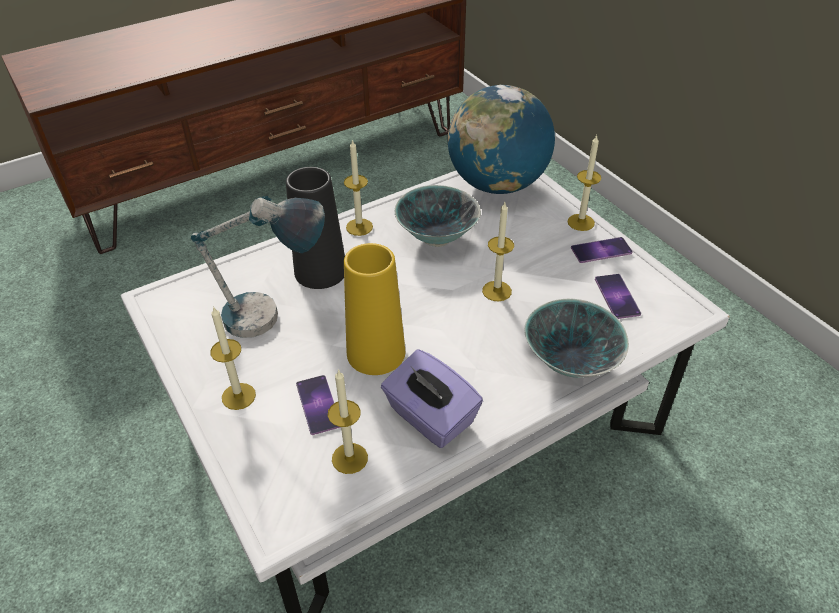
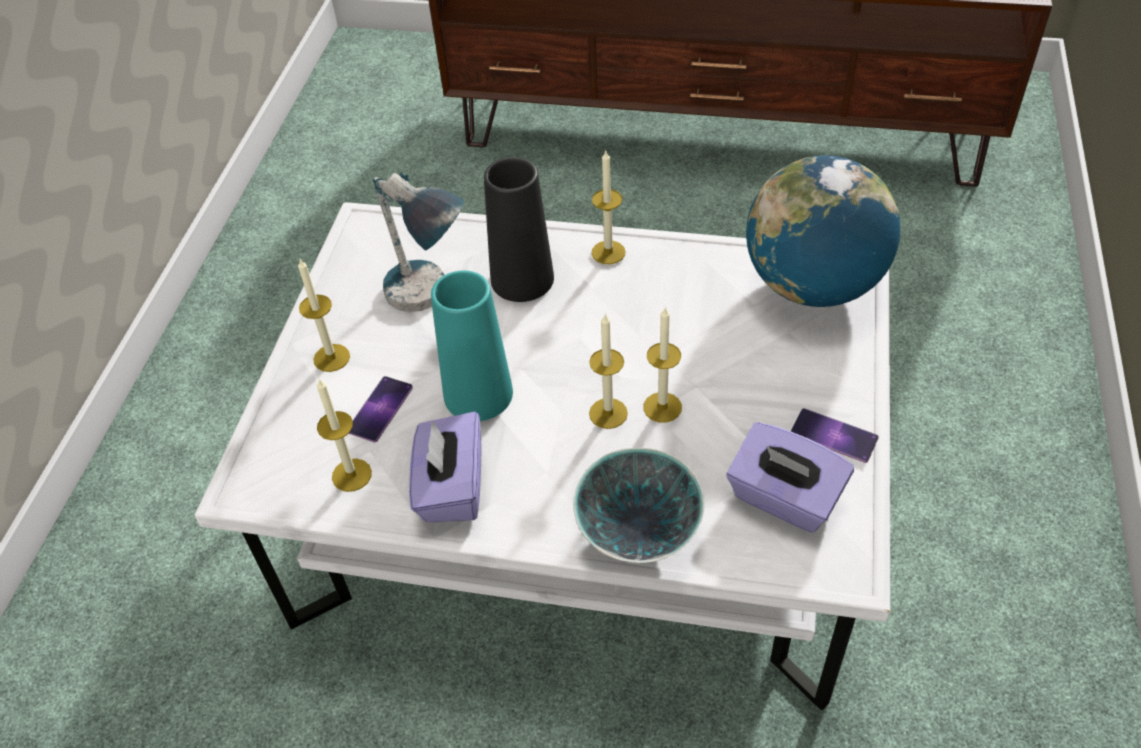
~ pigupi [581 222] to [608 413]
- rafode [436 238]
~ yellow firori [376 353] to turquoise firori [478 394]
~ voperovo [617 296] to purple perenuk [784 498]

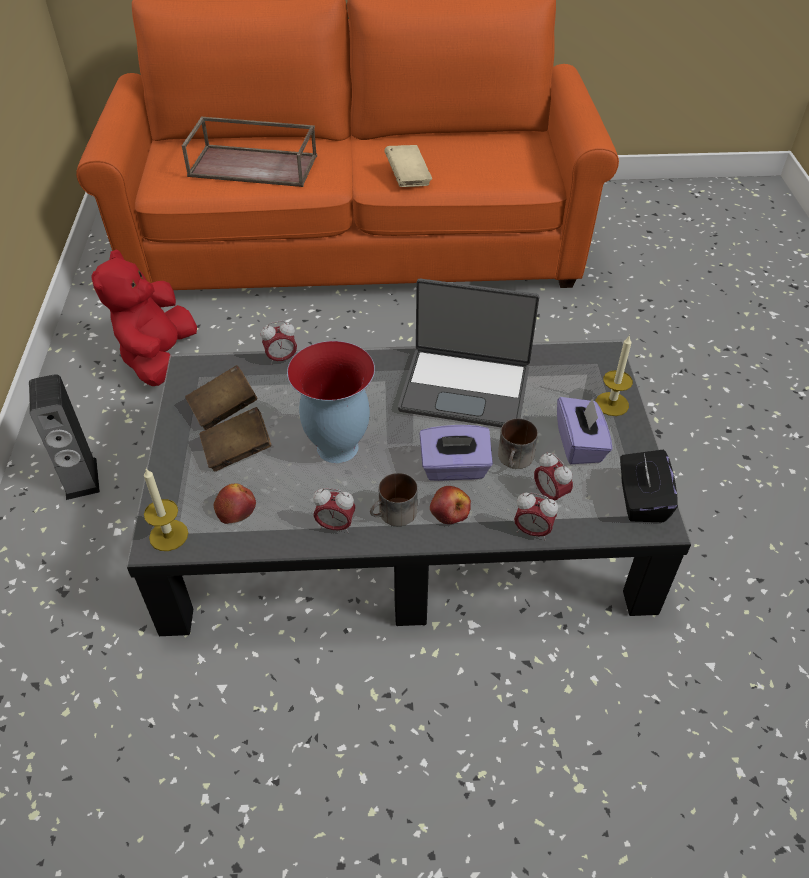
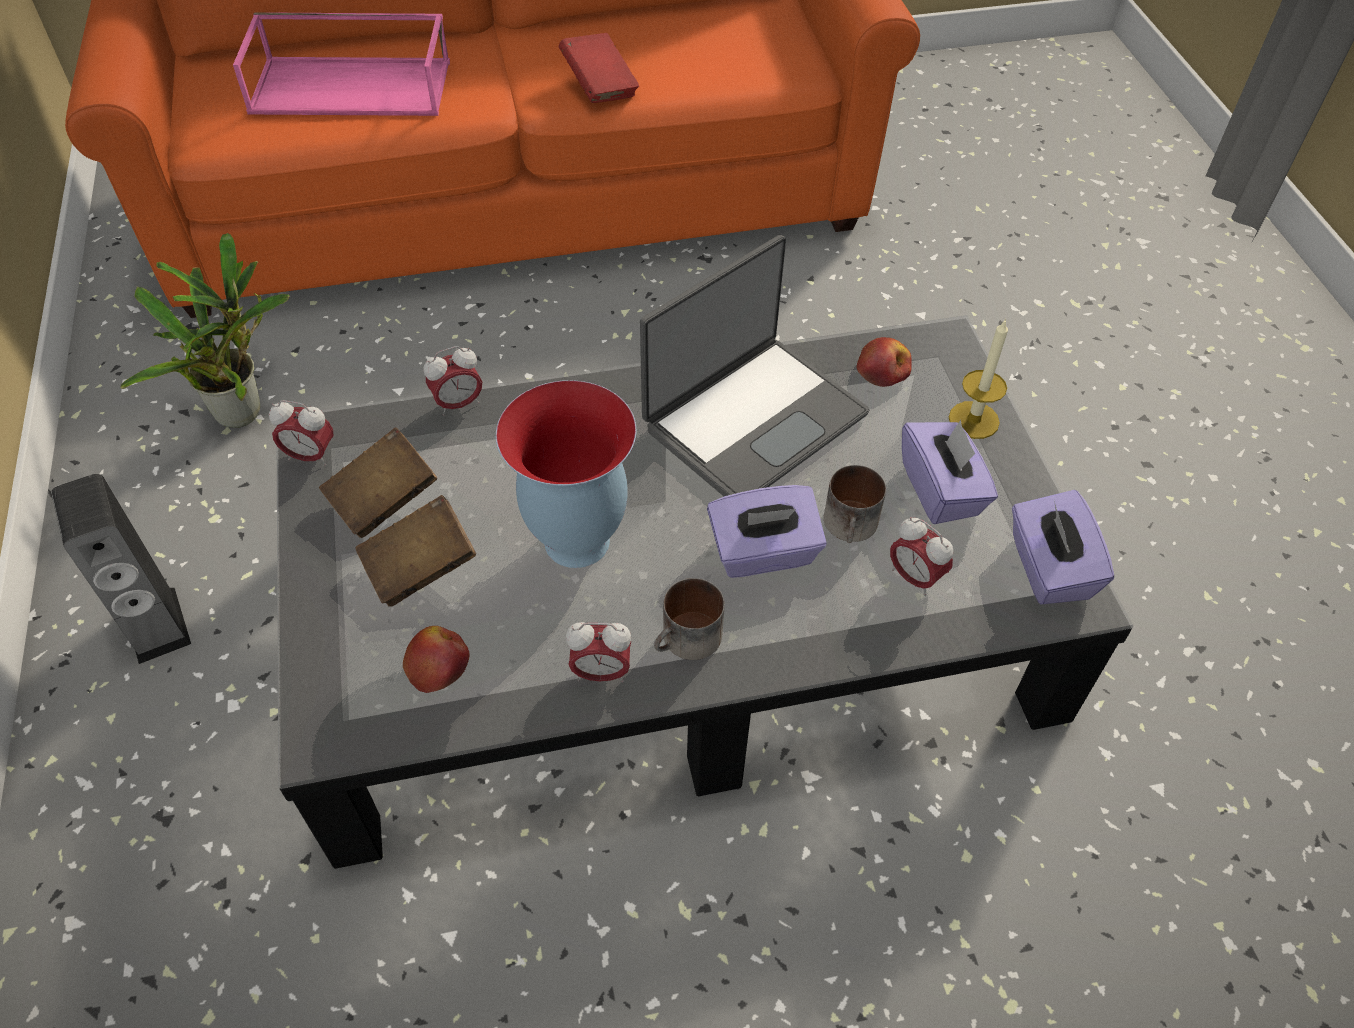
~ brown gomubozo [255 165] to pink gomubozo [353 86]
~ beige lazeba [408 178] to red lazeba [599 86]
~ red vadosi [159 358] to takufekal [244 409]
~ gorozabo [465 388] = [752 419] 45 degrees counterclockwise
~ black perenuk [641 500] to purple perenuk [1048 569]
- pigupi [168 535]
~ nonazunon [450 511] to [883 371]
~ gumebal [532 531] to [310 456]

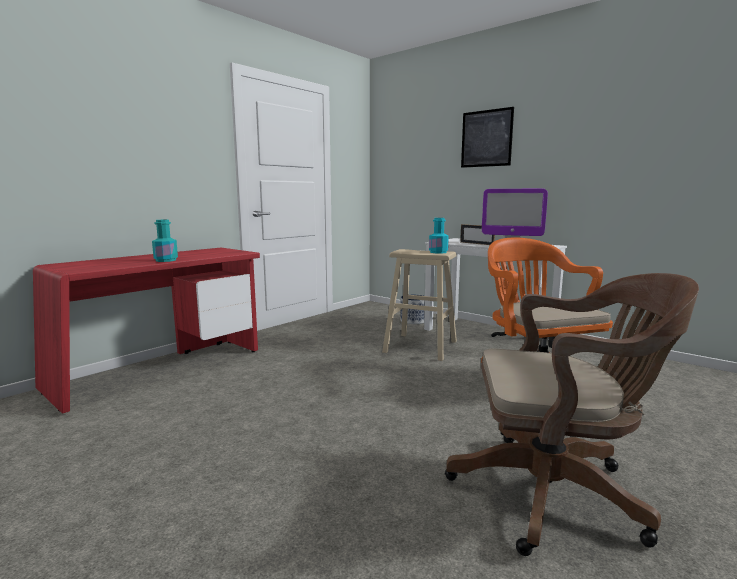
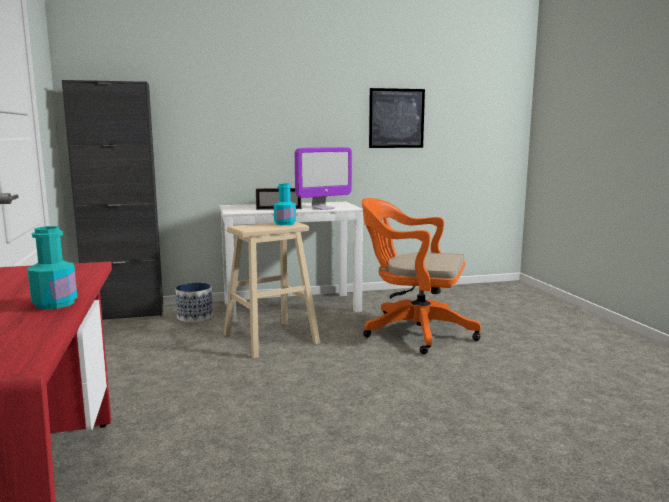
~ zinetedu [486 138] to [396 118]
- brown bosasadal [556 493]
+ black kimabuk [125 314]

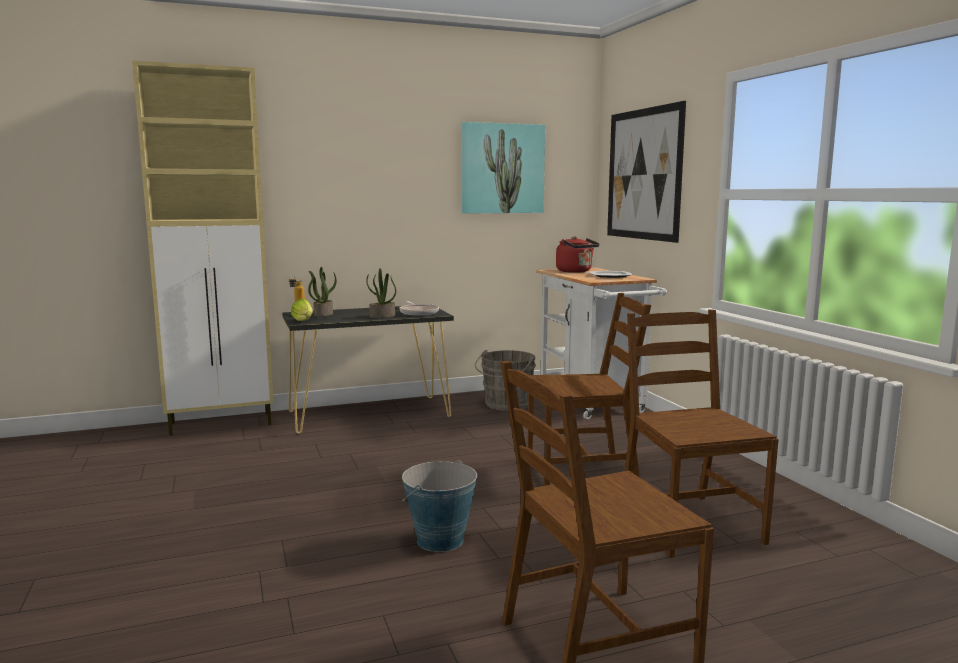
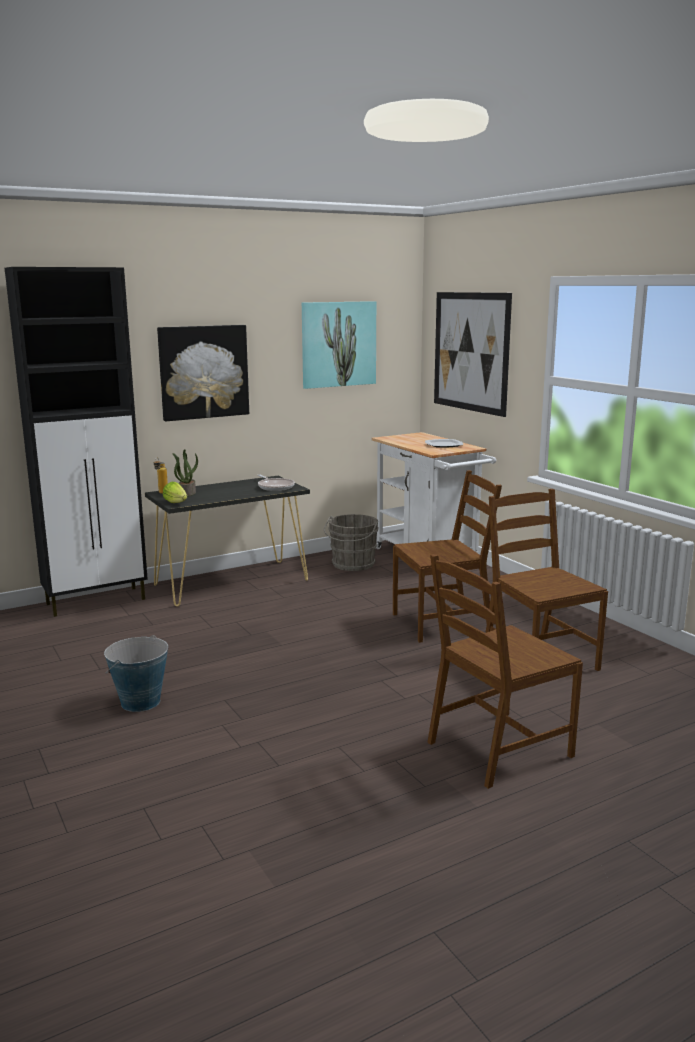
~ beige kimabuk [222 424] to black kimabuk [97 601]
- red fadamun [575 271]
- takufekal [382 316]
~ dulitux [440 540] to [140 702]
+ zinetedu [203 372]

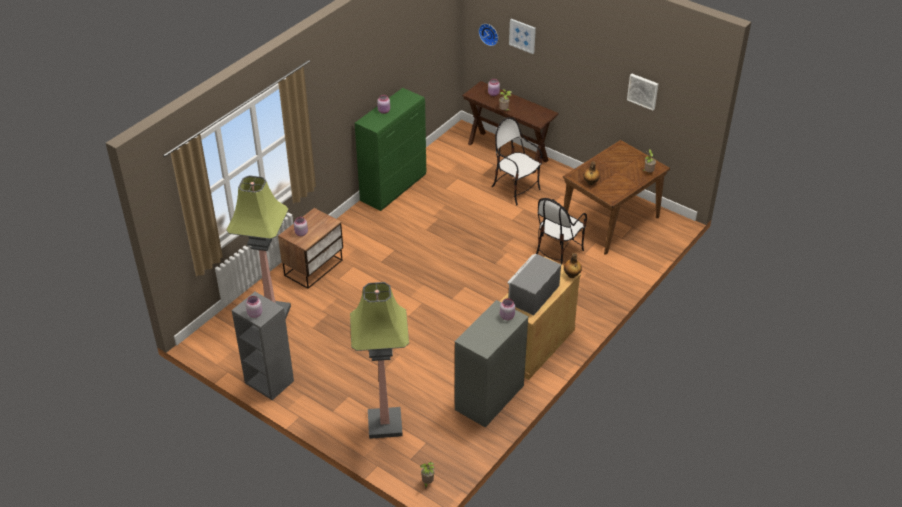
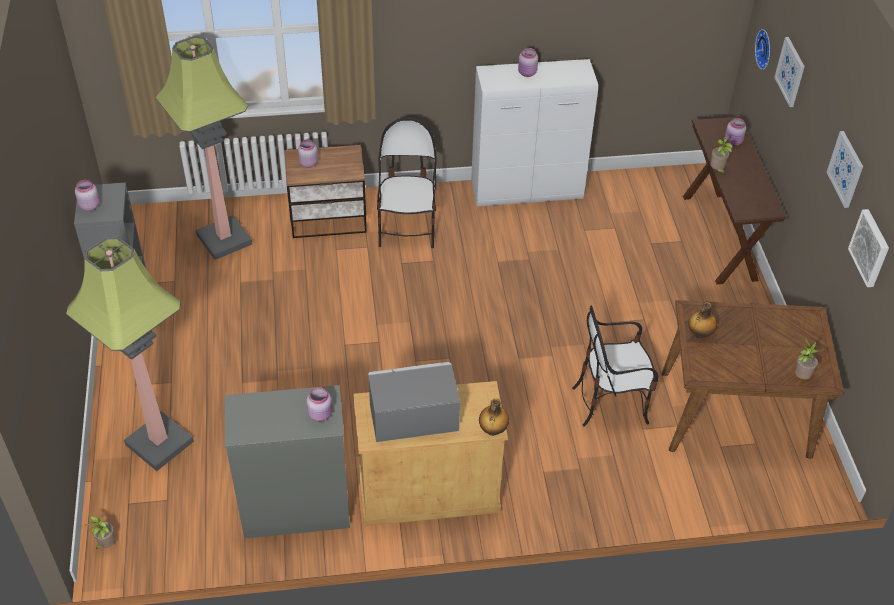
~ green kimabuk [394 188] to white kimabuk [527 191]
~ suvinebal [515 189] to [407 228]
+ zinetedu [846 169]

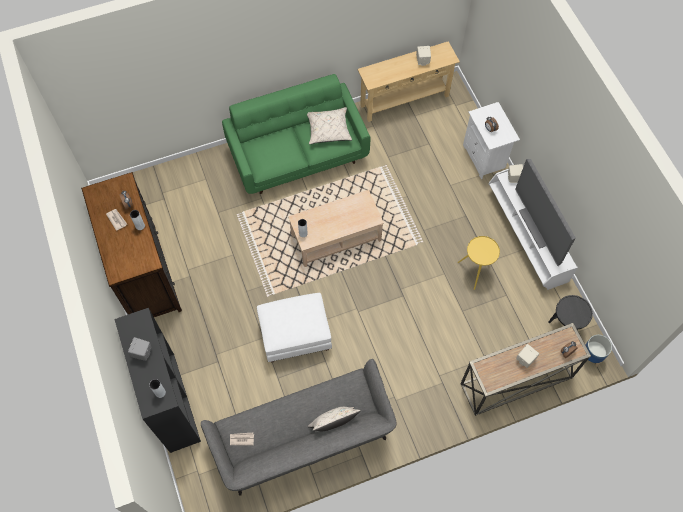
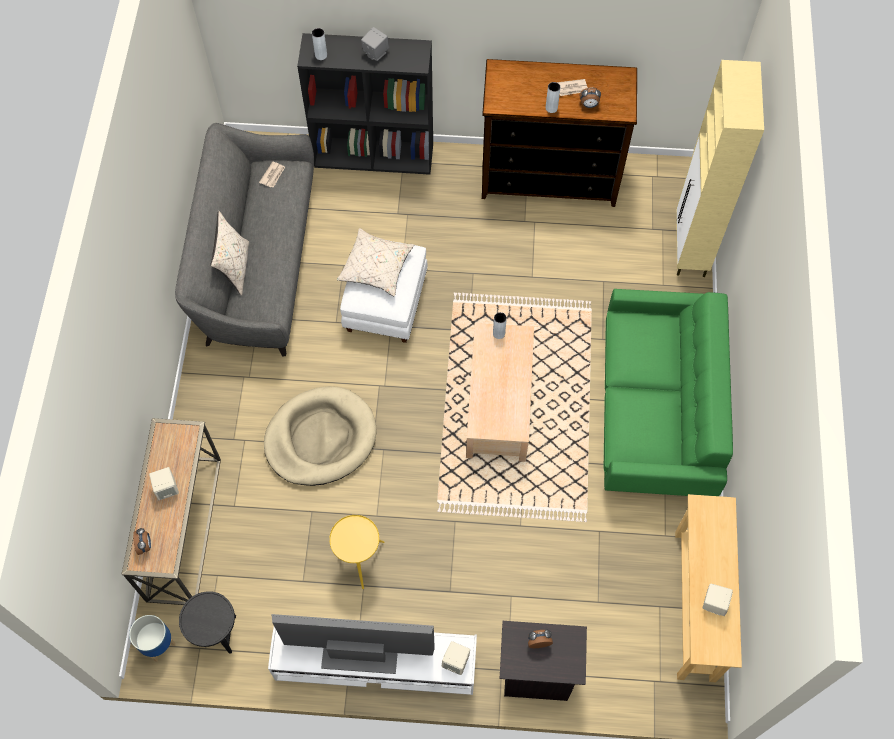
~ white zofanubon [485 157] to black zofanubon [536 674]
~ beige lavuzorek [328 129] to [376 267]
+ beige kimabuk [690 248]
+ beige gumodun [320 438]

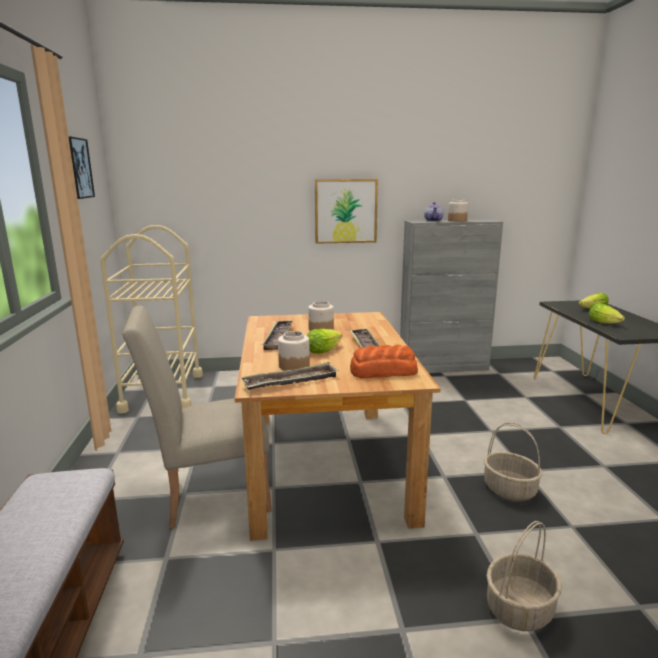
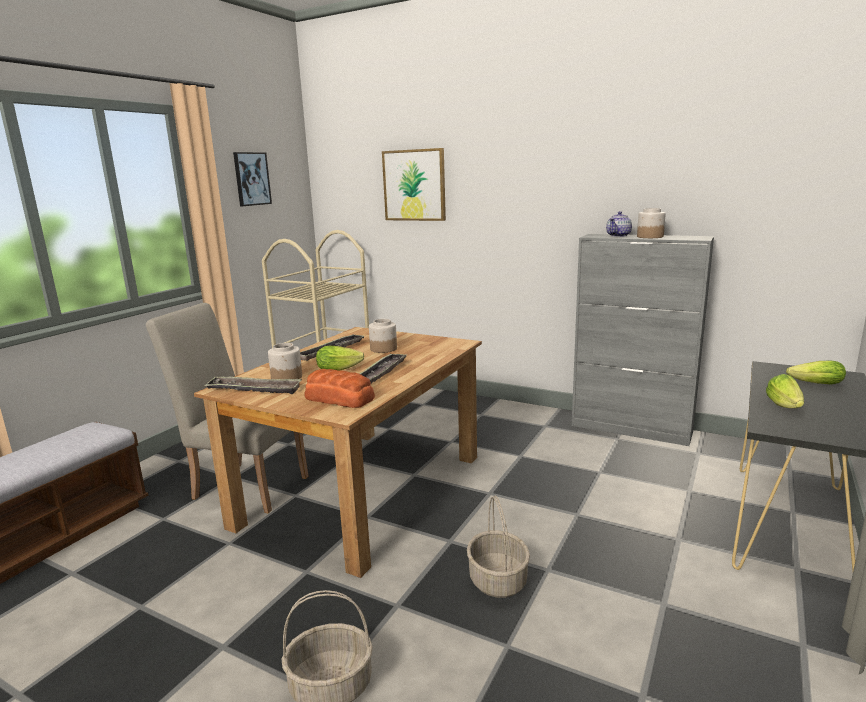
~ zinetedu [345 211] to [414 185]

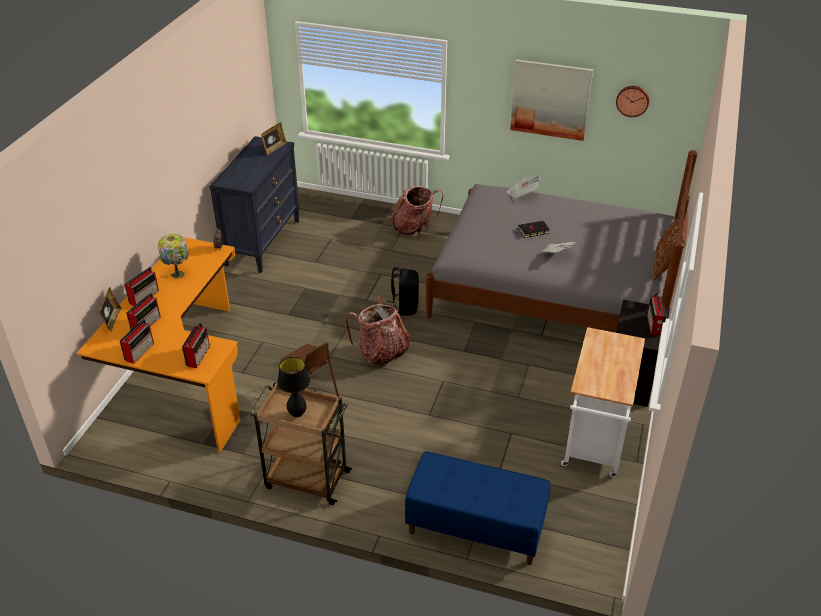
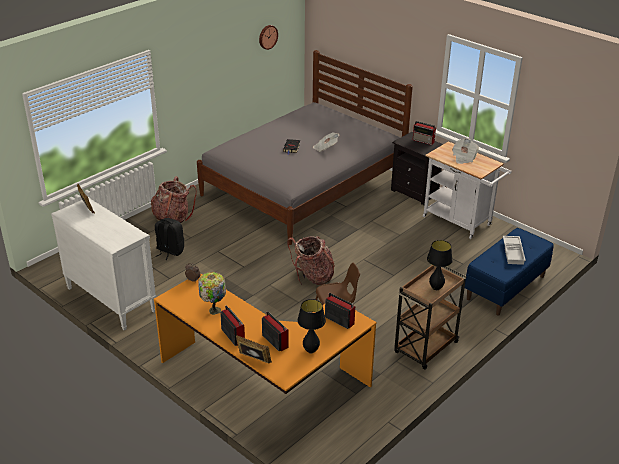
- zinetedu [550 99]
~ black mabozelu [262 242] to white mabozelu [110 300]
~ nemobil [522 193] to [463 158]
- brown lavuzorek [666 265]
~ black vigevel [404 307] to [169 251]
~ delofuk [140 351] to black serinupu [311 351]
+ white gomubozo [513 252]

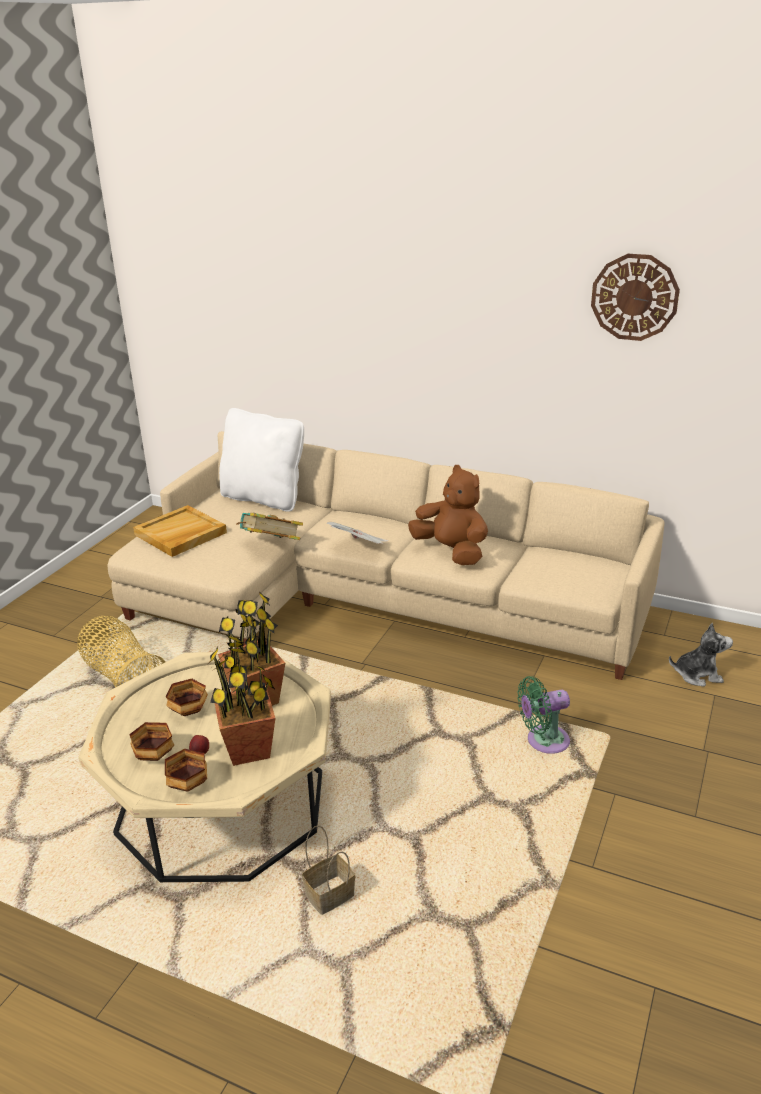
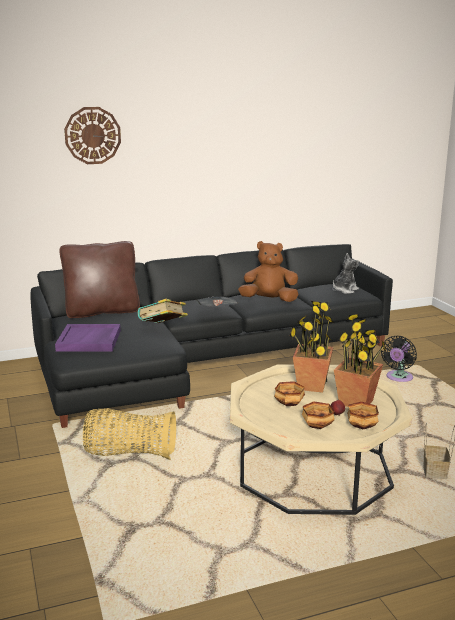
~ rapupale [634 297] to [92 135]
~ white lavuzorek [264 498] to brown lavuzorek [102 311]
~ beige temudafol [367 598] to black temudafol [201 361]
~ beige gomubozo [180 534] to purple gomubozo [89 341]
~ vadosi [697 675] to [344 290]
~ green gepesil [543 741] to black gepesil [398 378]

